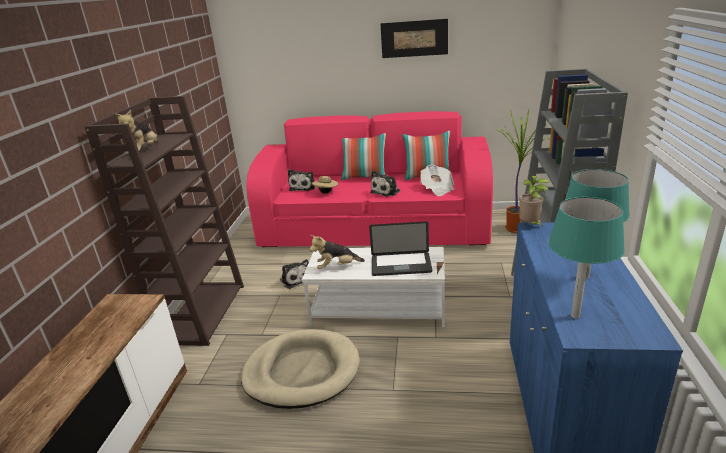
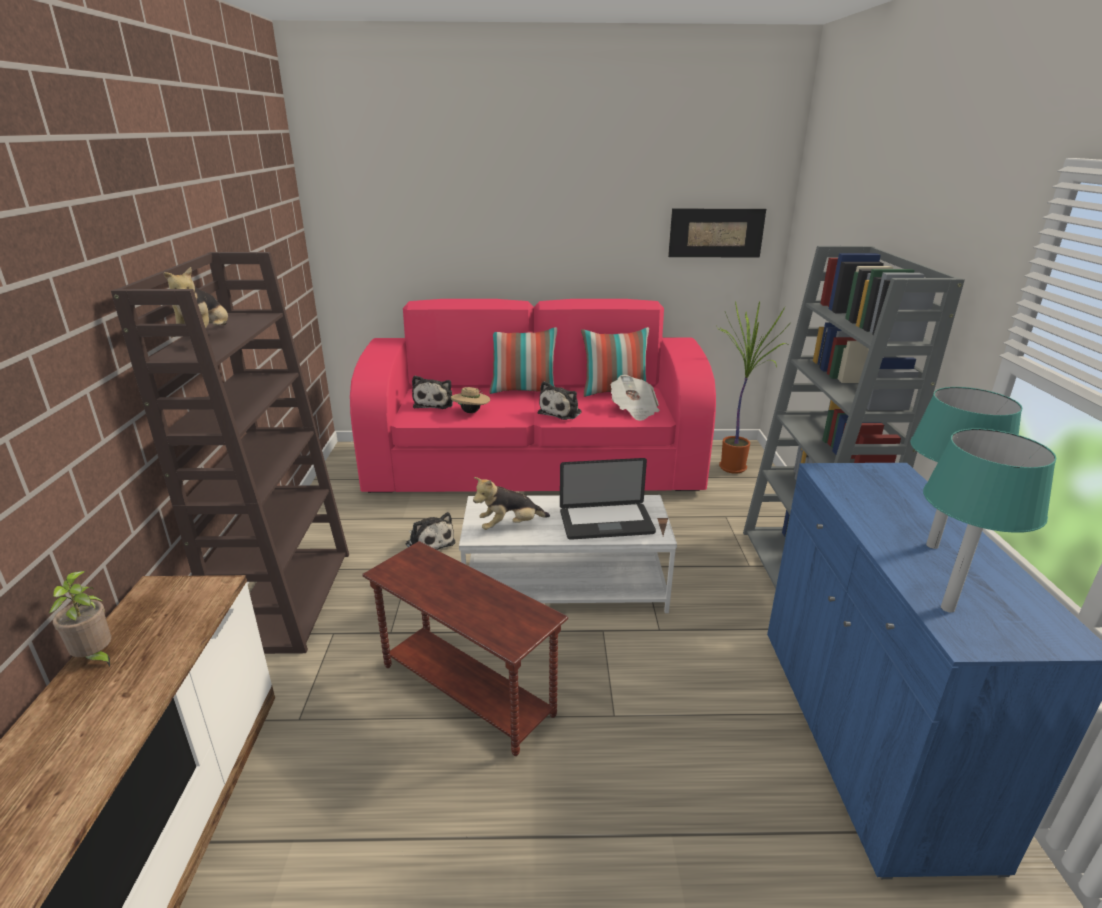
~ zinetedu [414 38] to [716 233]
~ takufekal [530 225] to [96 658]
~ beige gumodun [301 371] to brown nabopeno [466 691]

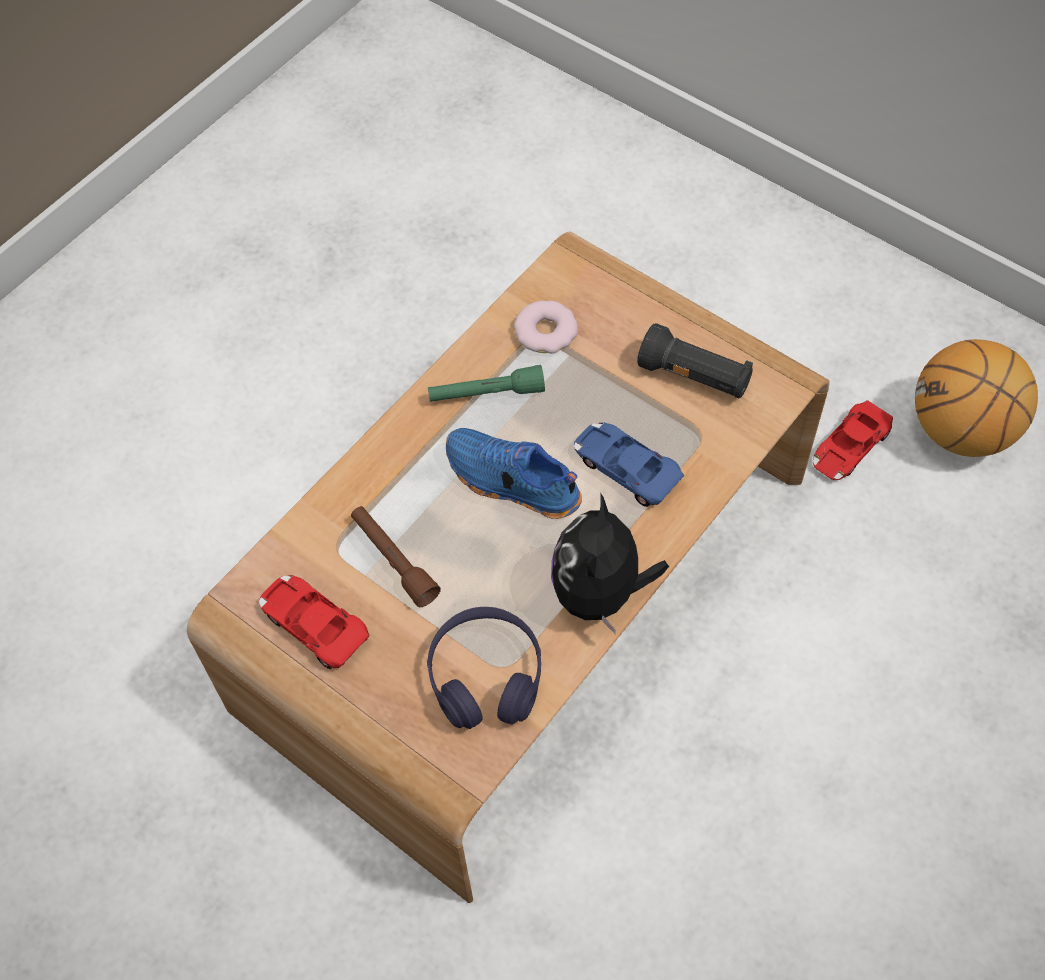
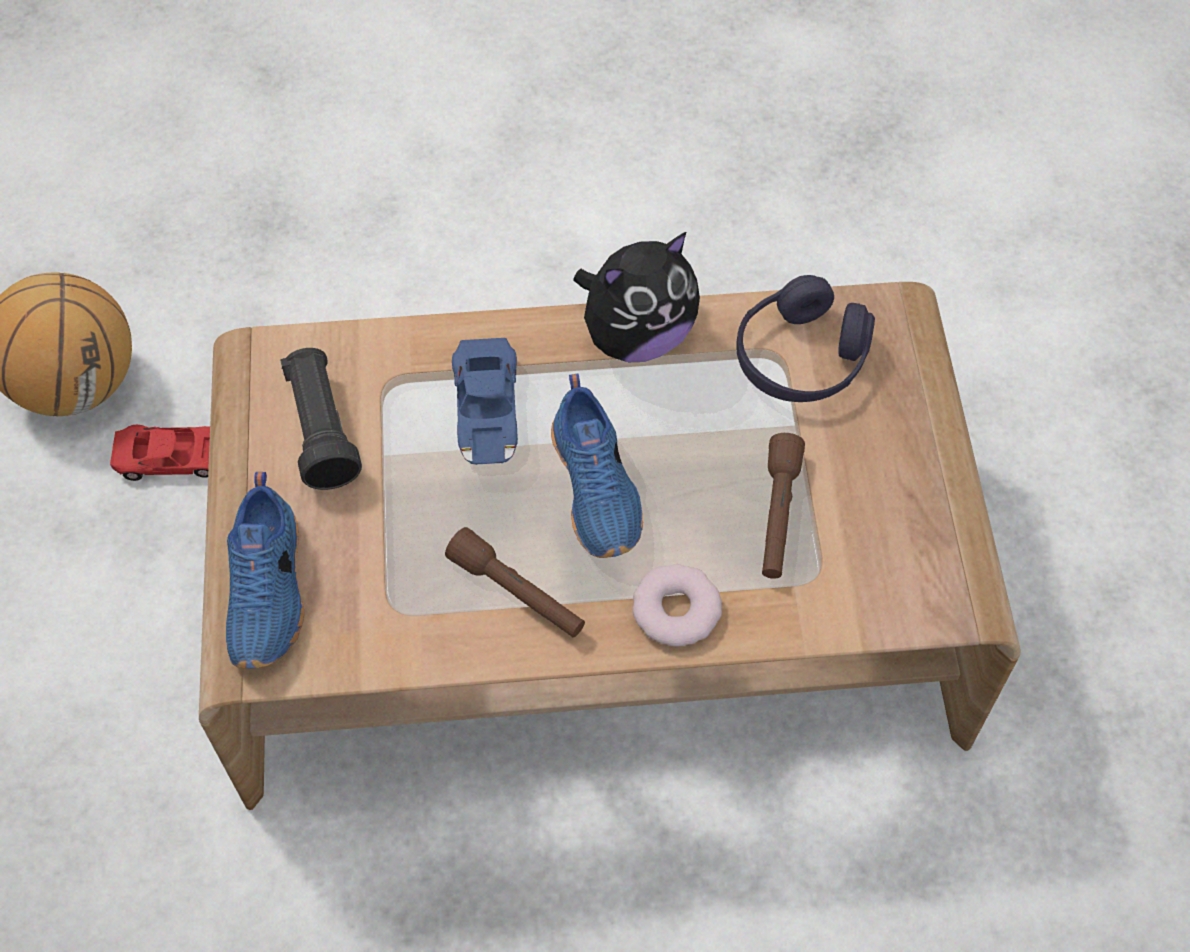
~ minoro [546 332] to [675 610]
~ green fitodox [486 394] to brown fitodox [517 593]
- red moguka [314 624]
+ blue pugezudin [270 591]

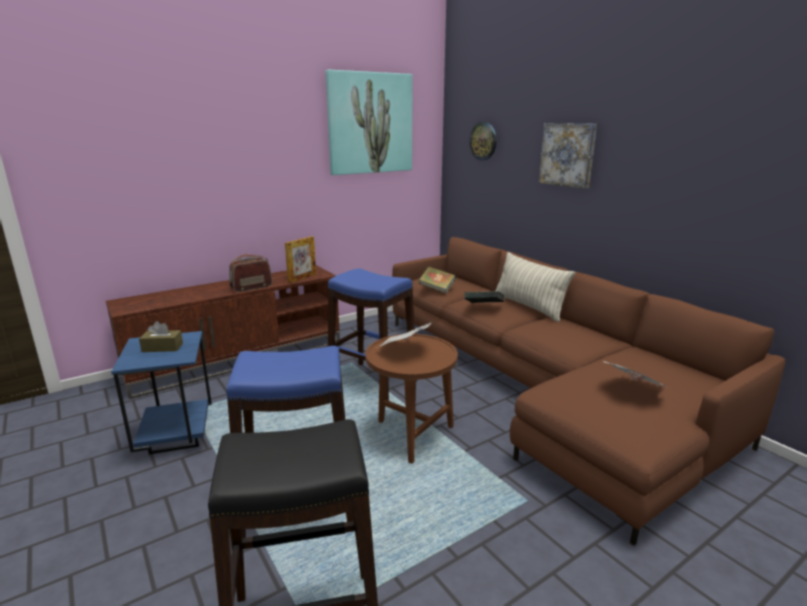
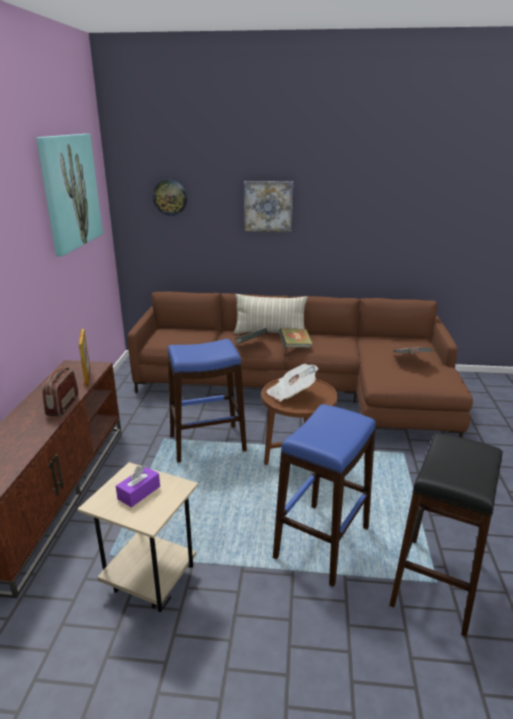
~ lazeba [437 289] to [295 347]
~ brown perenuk [162 348] to purple perenuk [139 493]
~ blue nabopeno [175 439] to beige nabopeno [148 583]

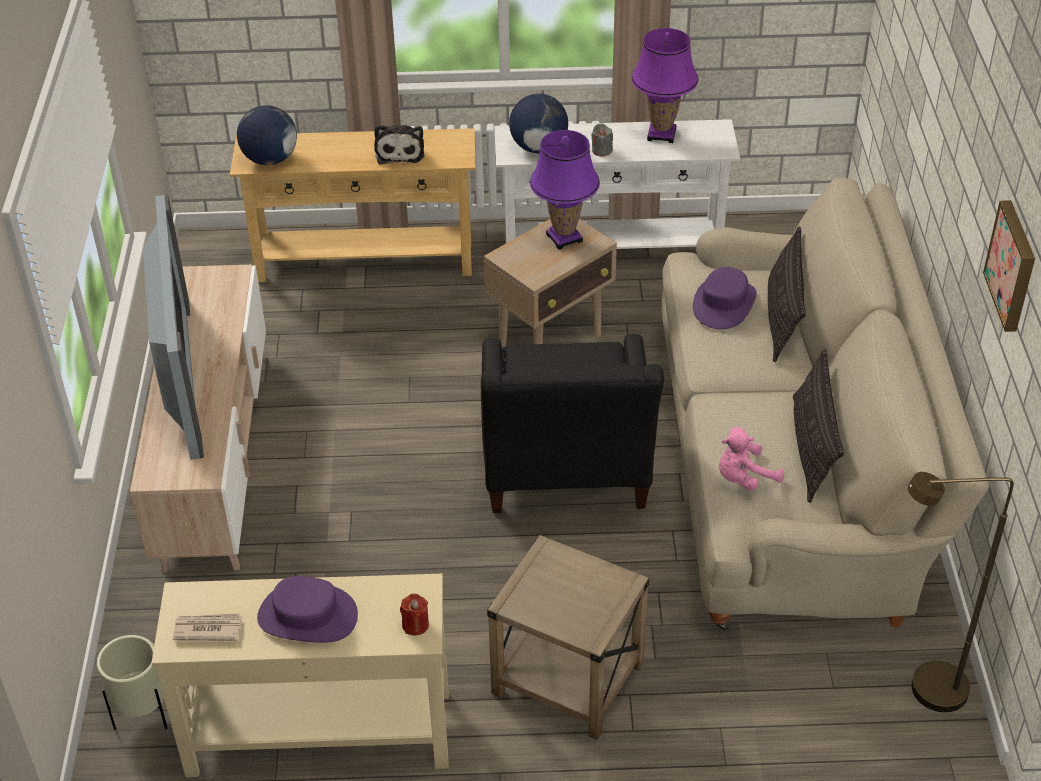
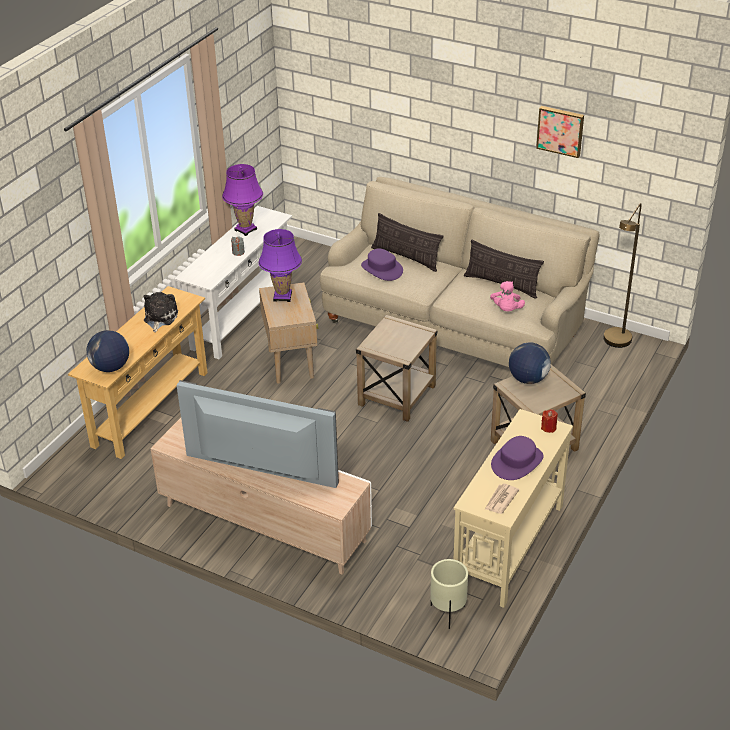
~ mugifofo [538 148] to [528 379]
~ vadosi [400 151] = [159 318] 105 degrees counterclockwise
~ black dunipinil [565 475] to beige nabopeno [396 396]

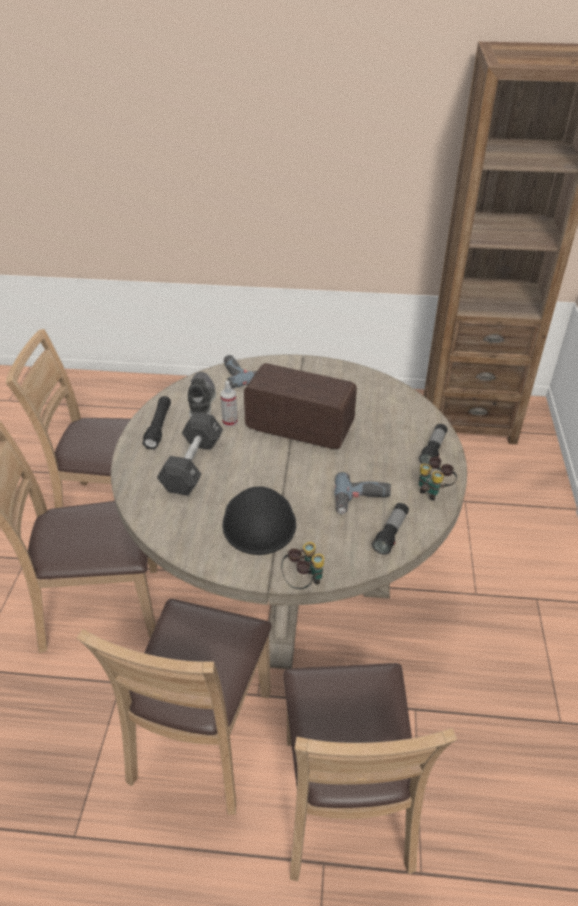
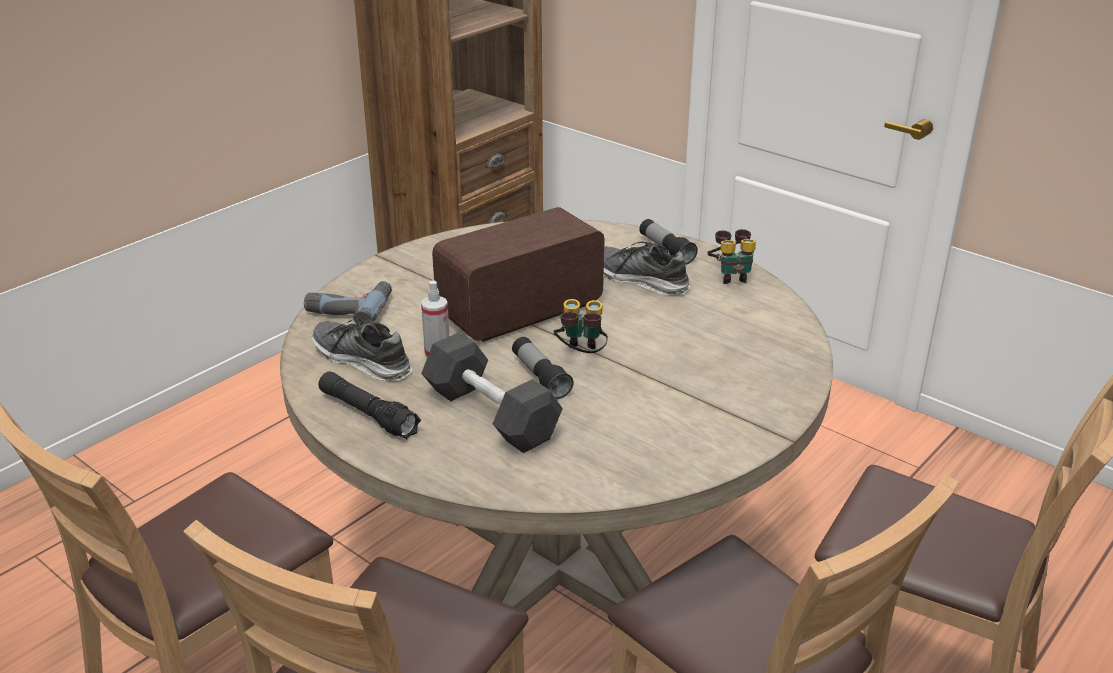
- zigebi [361 500]
- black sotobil [259 521]
~ fitodox [391 533] to [540 377]
~ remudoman [303 581] to [580 355]
+ pugezudin [640 280]

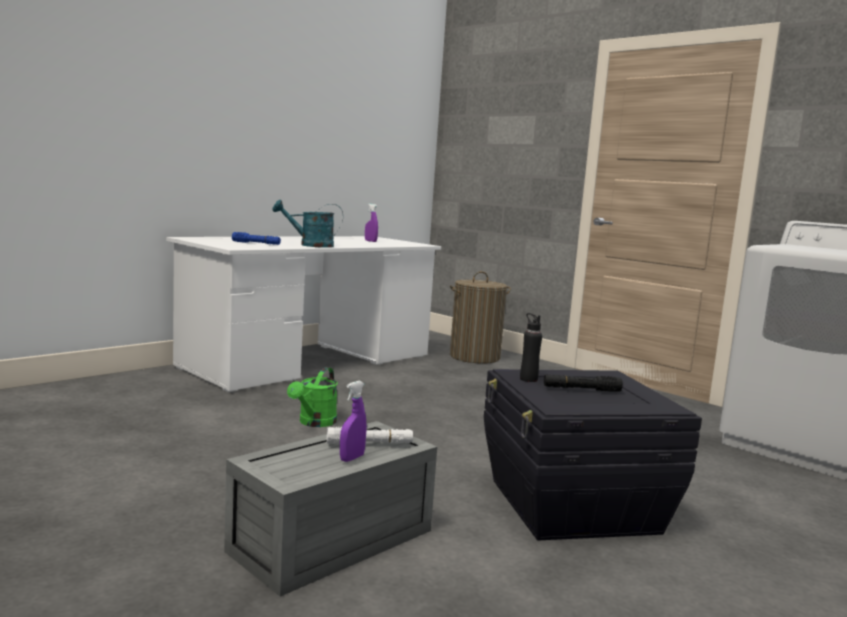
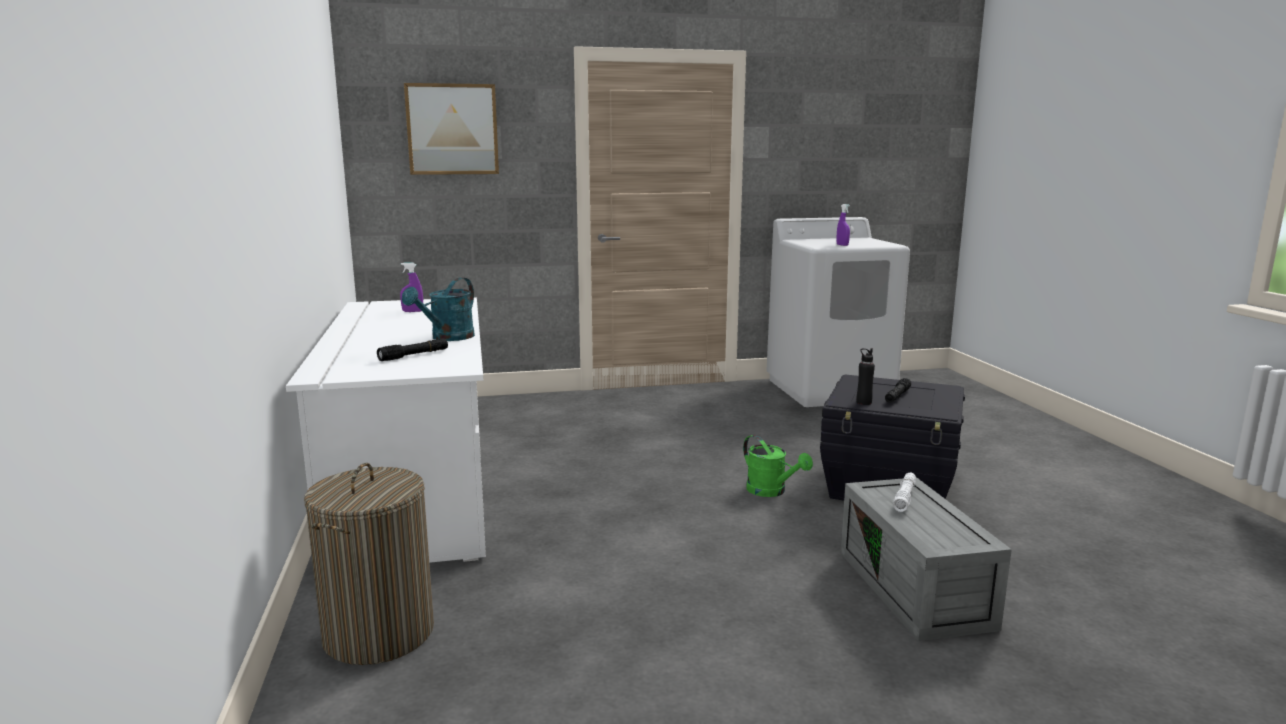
~ blue fitodox [256 243] to black fitodox [414 355]
~ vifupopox [475 357] to [379 633]
~ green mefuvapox [314 423] to [771 491]
~ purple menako [352 458] to [842 245]
+ zinetedu [452 129]

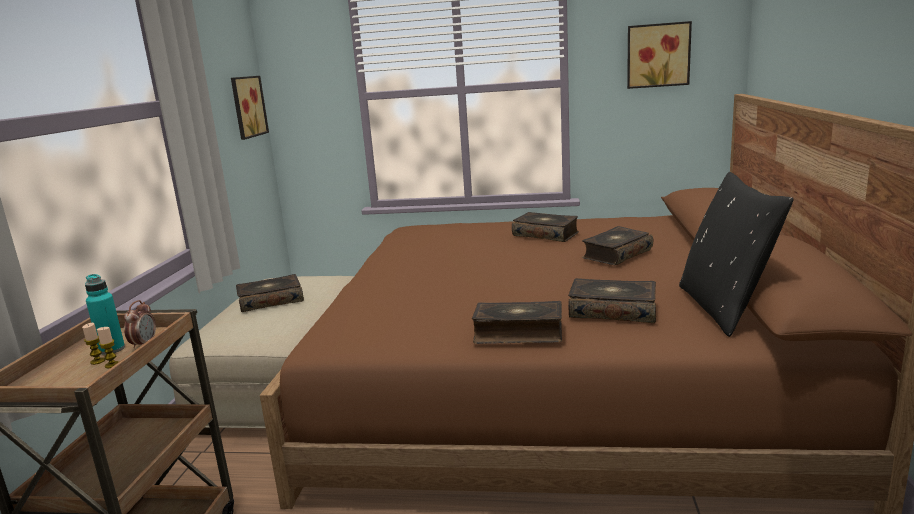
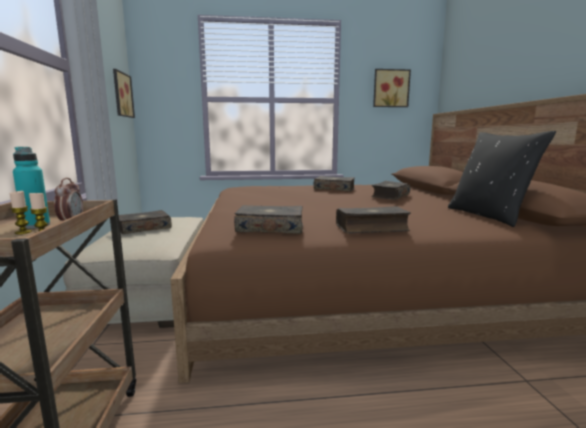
~ lazeba [612 311] to [270 228]

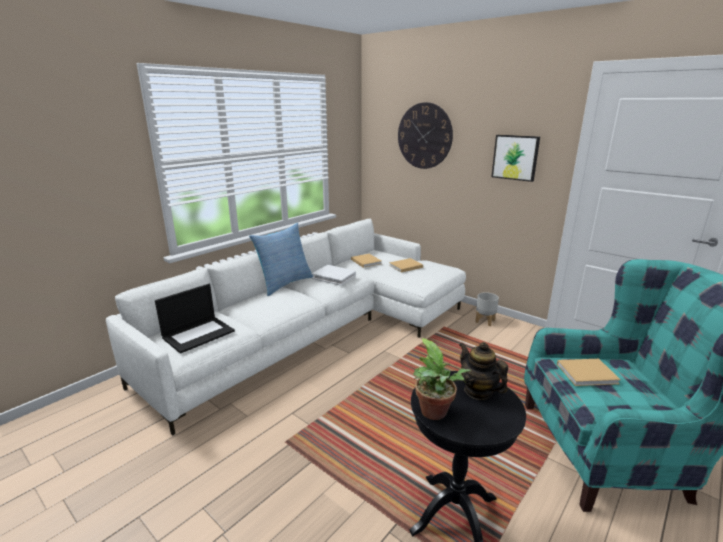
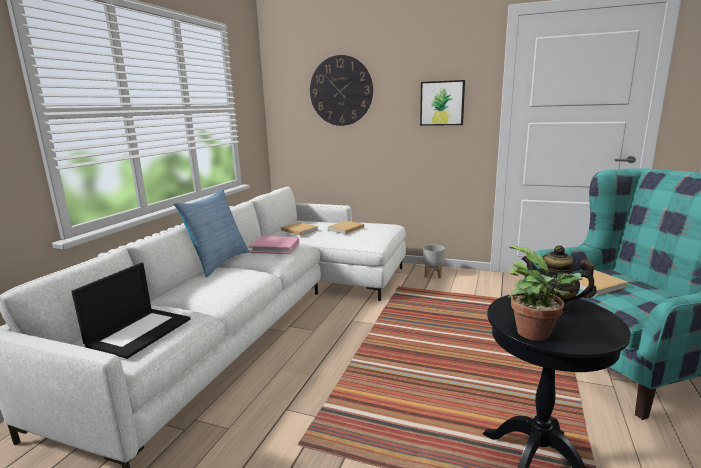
~ white lazeba [334 277] to pink lazeba [275 247]

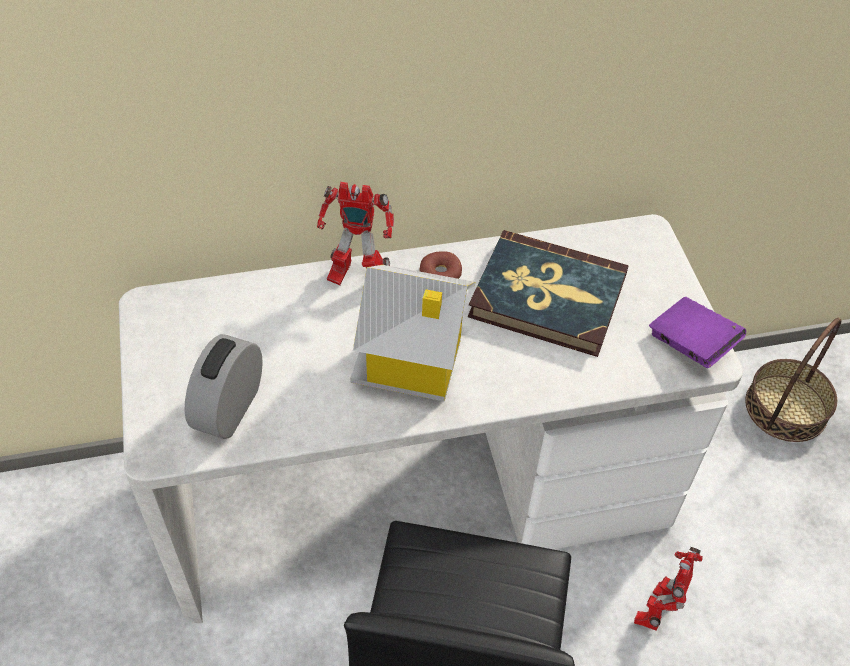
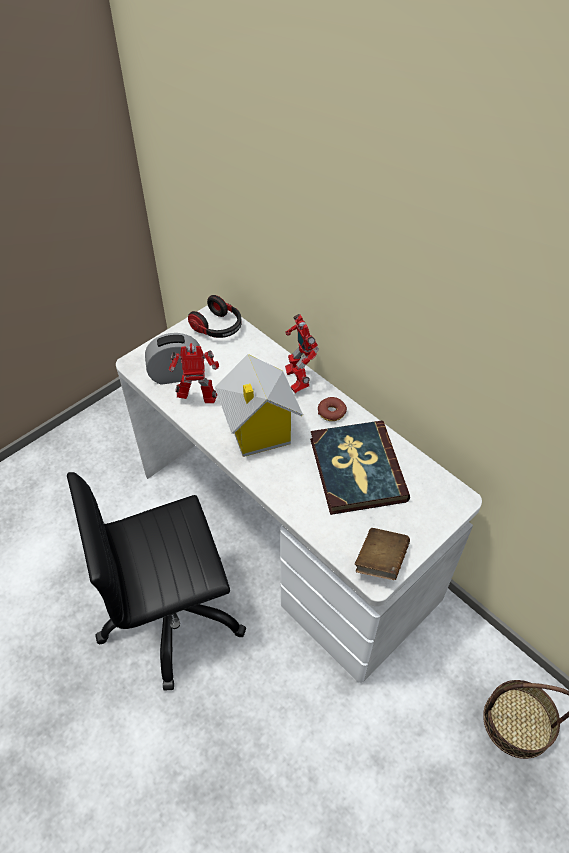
~ purple lazeba [691 344] to brown lazeba [380 561]
~ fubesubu [658 609] to [199 400]
+ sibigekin [218 328]

